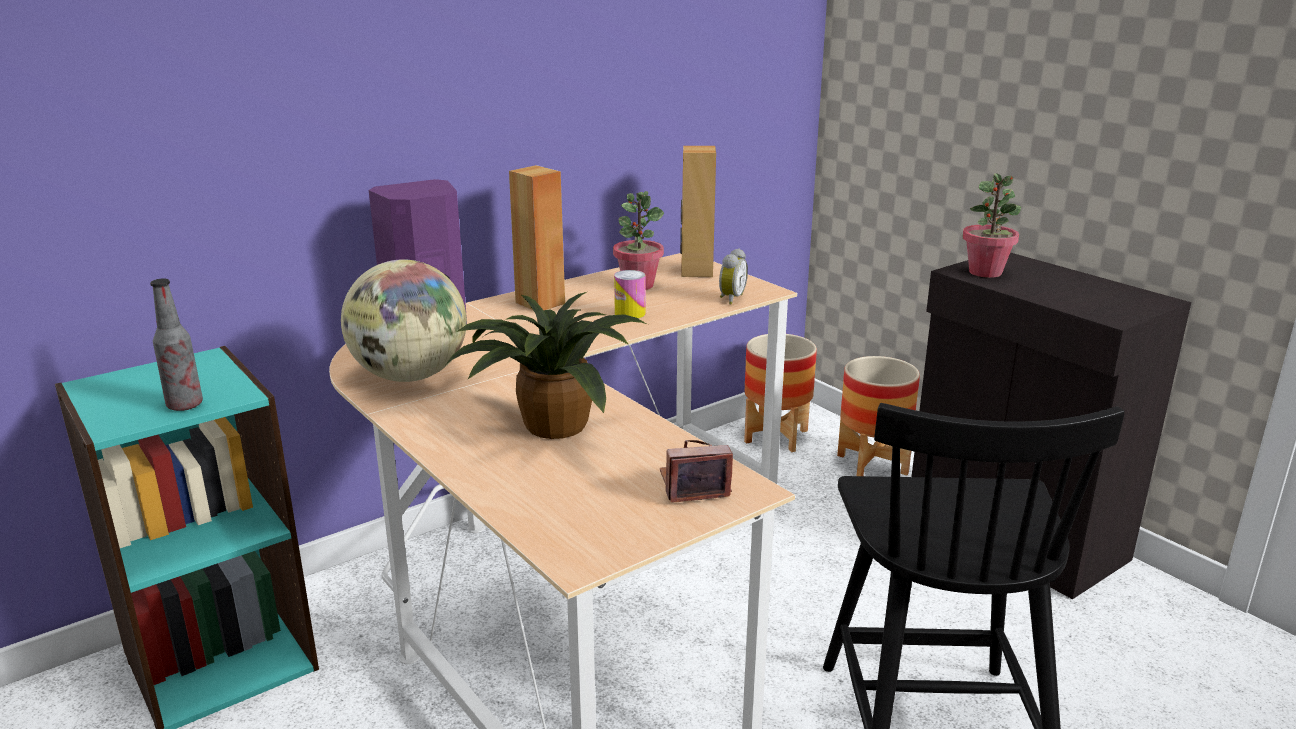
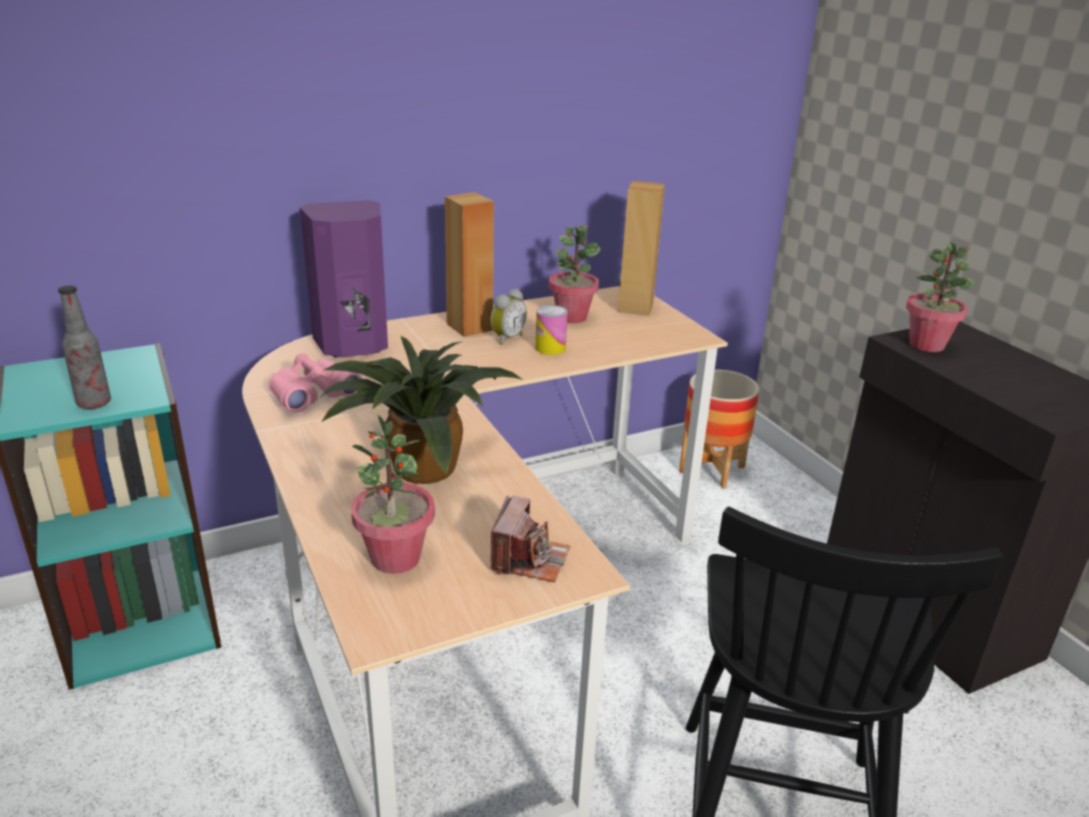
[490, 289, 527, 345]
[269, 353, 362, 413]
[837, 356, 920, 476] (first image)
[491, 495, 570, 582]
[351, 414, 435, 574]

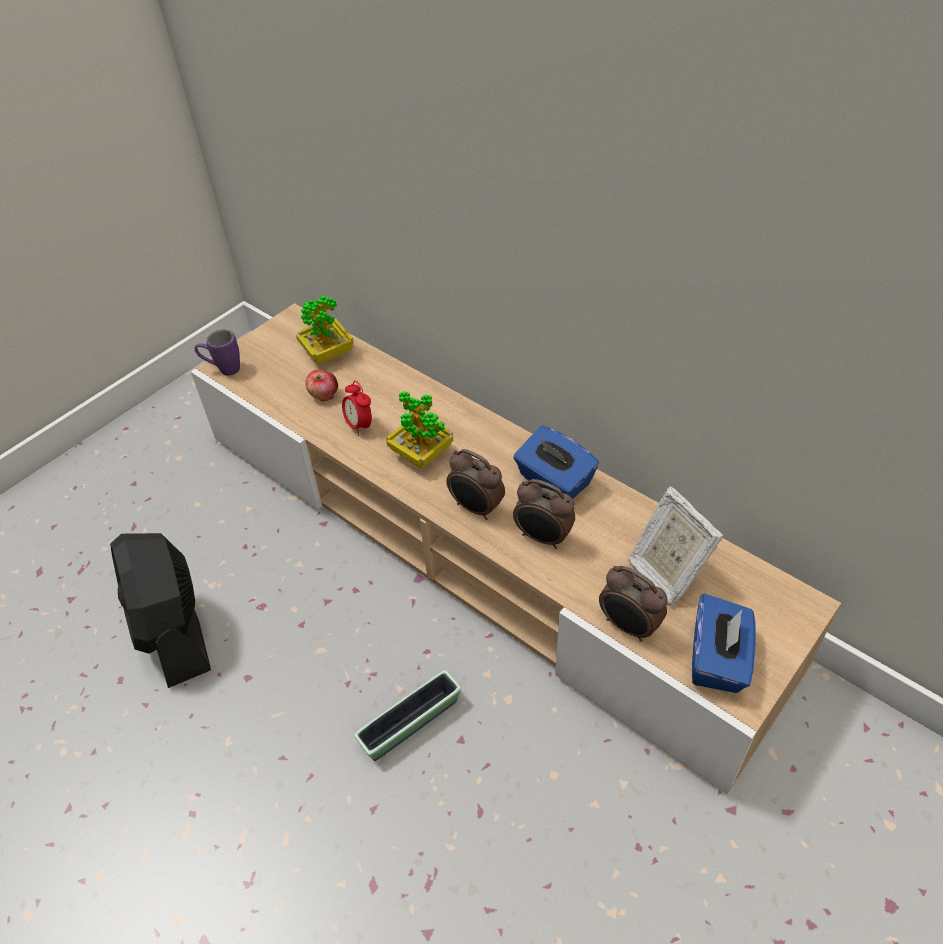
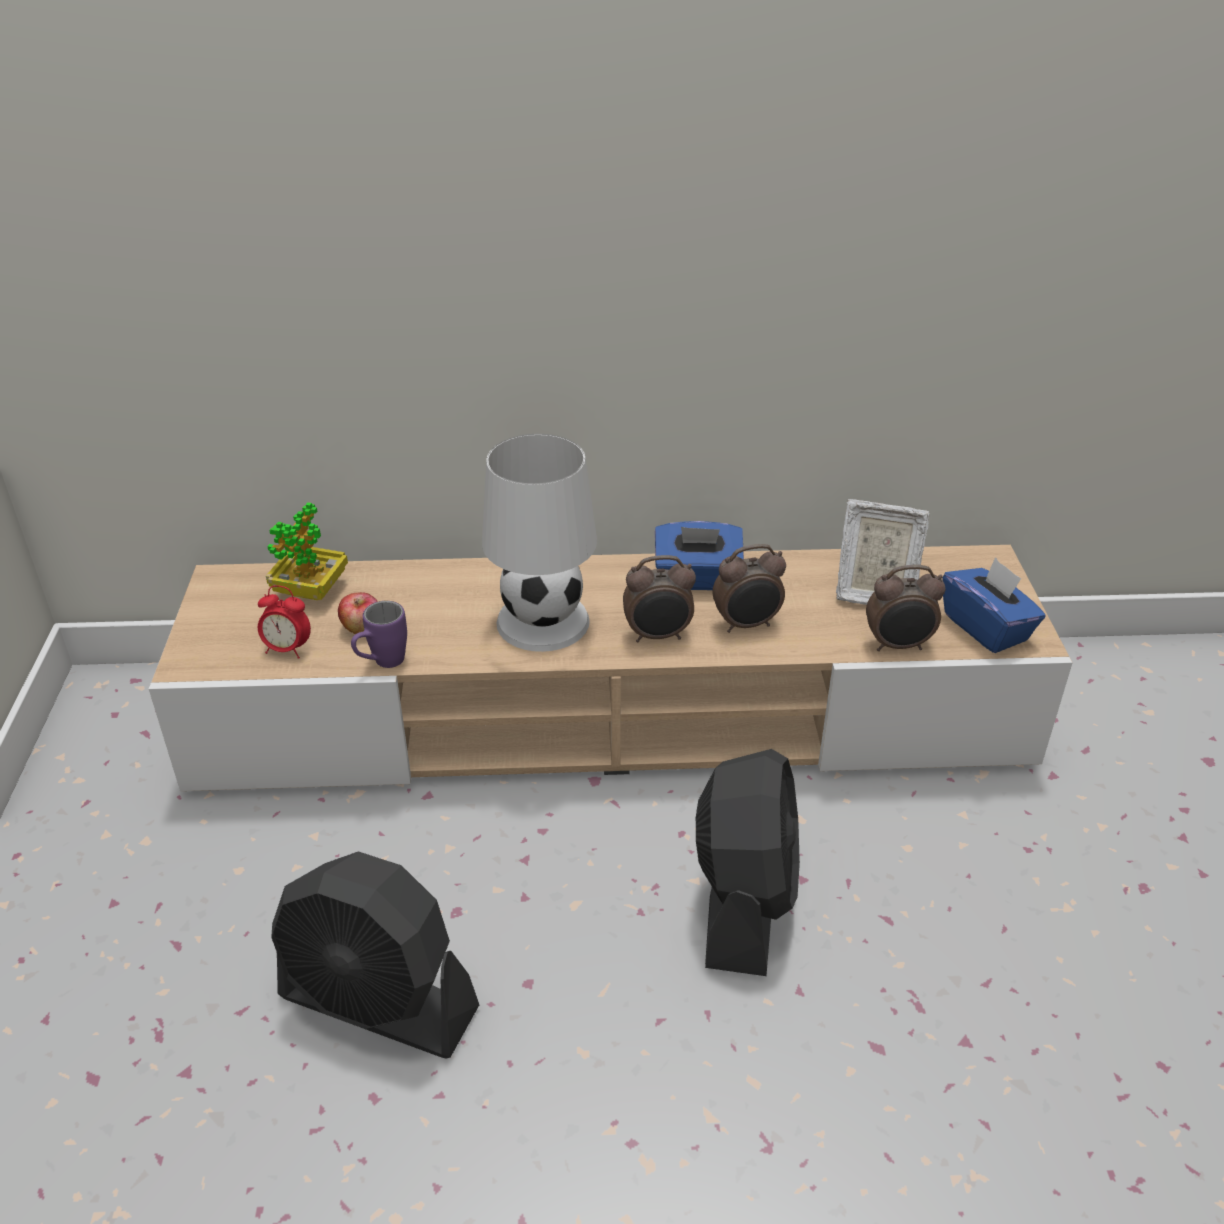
[351, 601, 407, 668]
[258, 585, 311, 659]
[482, 434, 597, 652]
[696, 749, 800, 976]

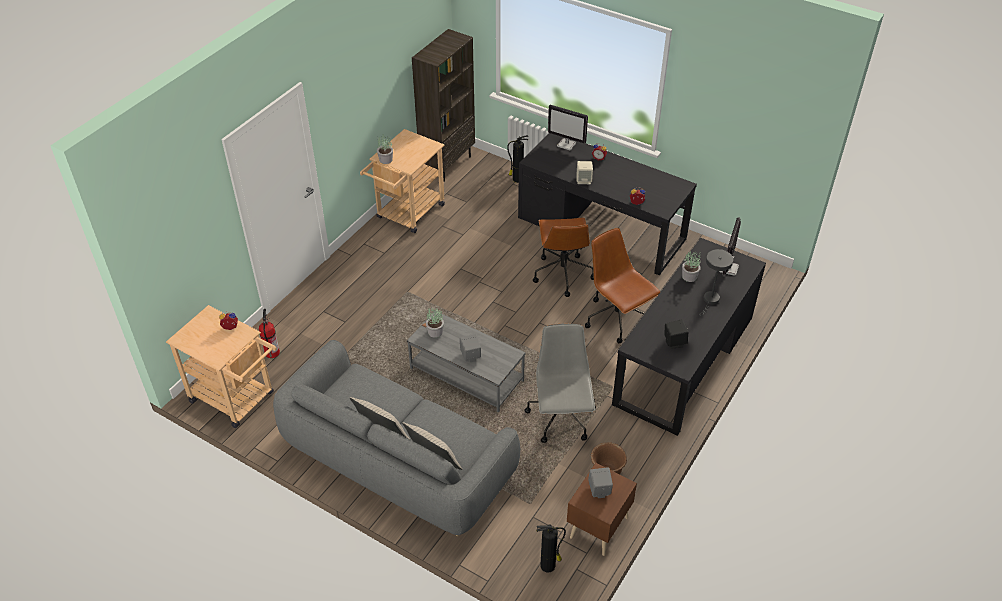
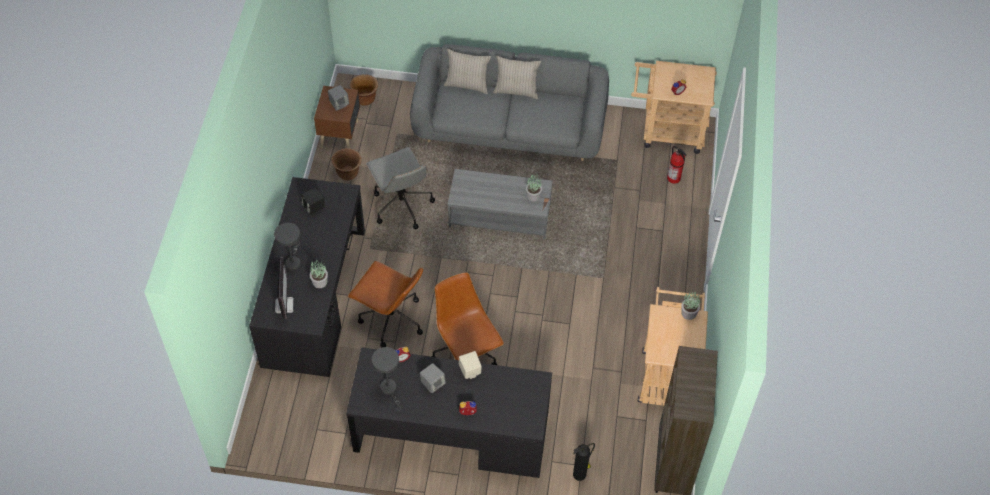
[548, 105, 588, 150] (first image)
[420, 363, 446, 393]
[350, 74, 378, 106]
[372, 347, 401, 411]

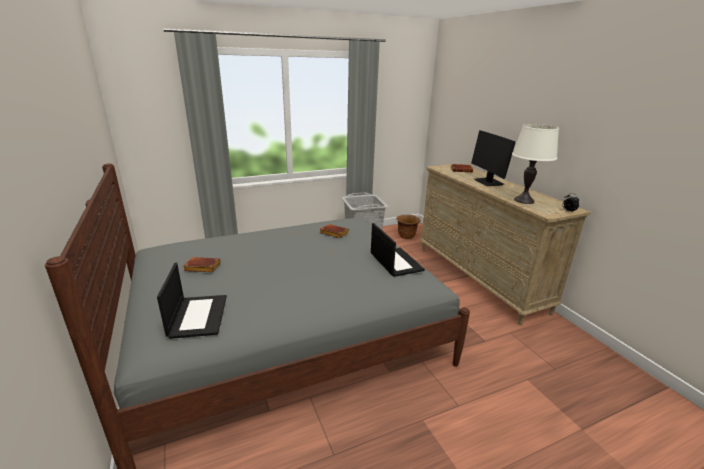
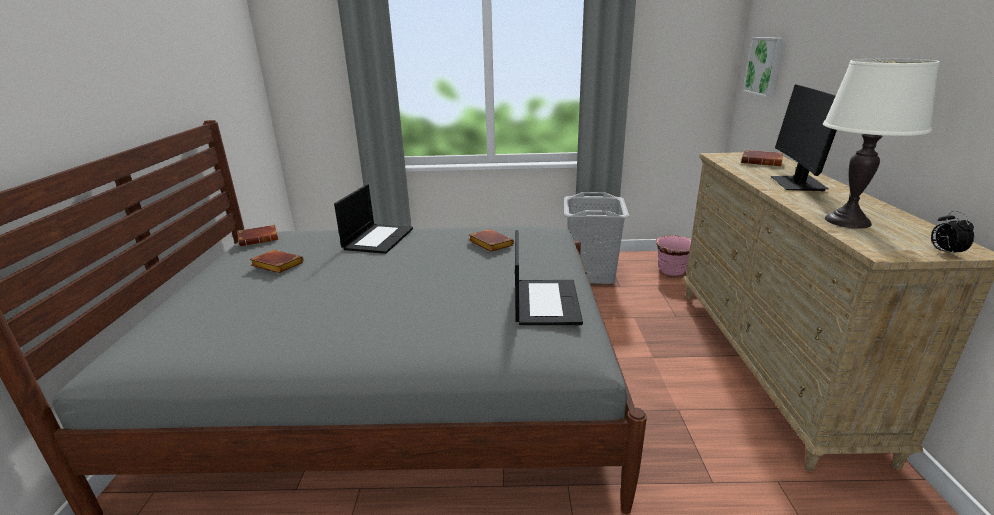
[655, 235, 691, 276]
[334, 184, 413, 254]
[742, 37, 785, 98]
[237, 225, 278, 246]

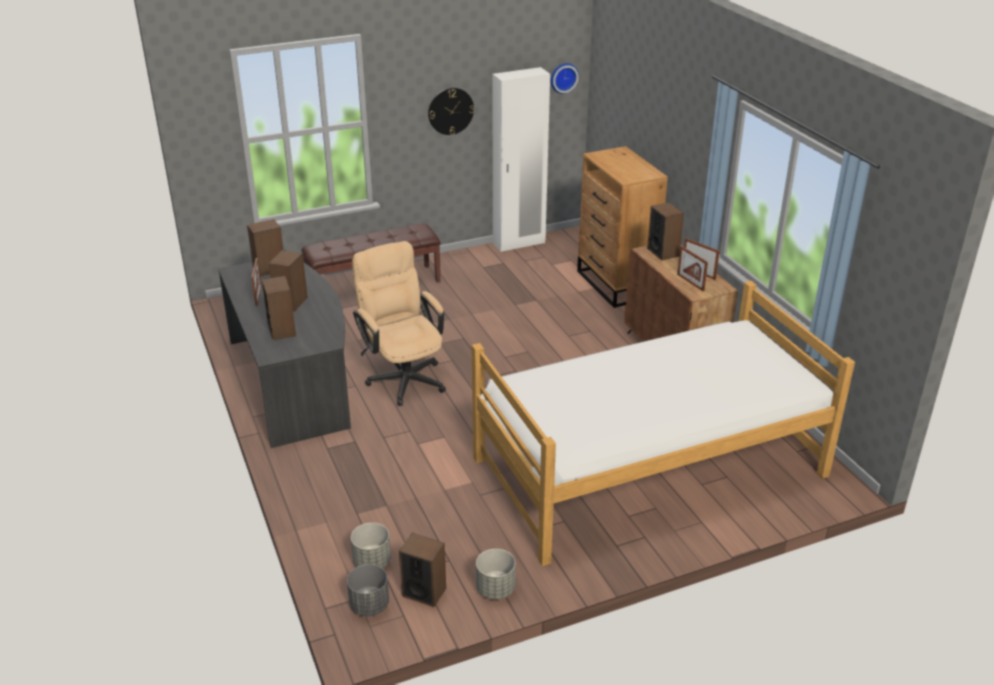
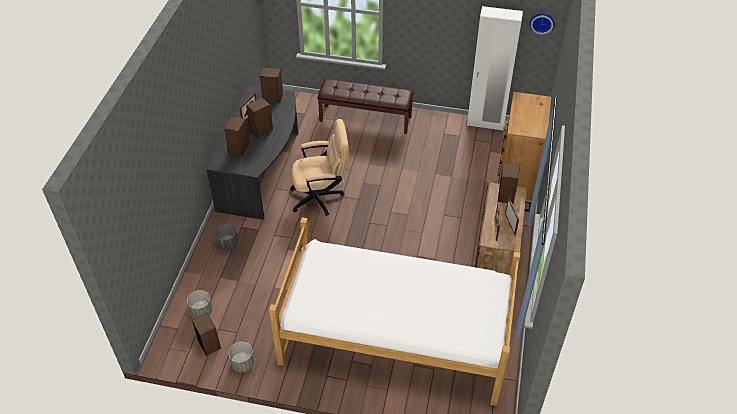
[428, 88, 474, 135] (first image)
[290, 119, 349, 216]
[215, 224, 238, 251]

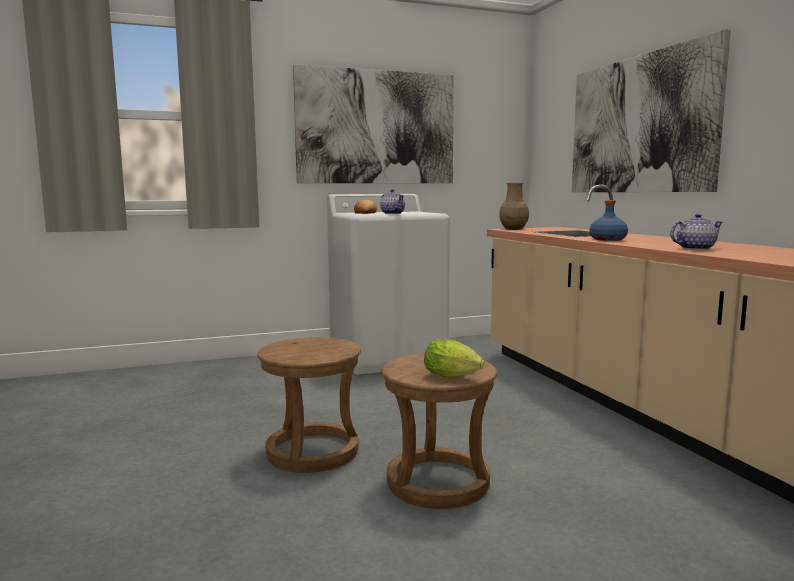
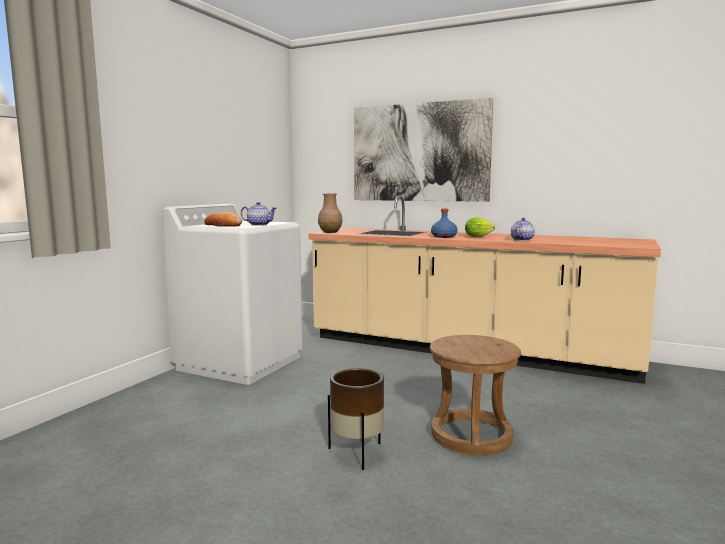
[293, 64, 454, 183] (first image)
[328, 368, 384, 470]
[465, 218, 495, 237]

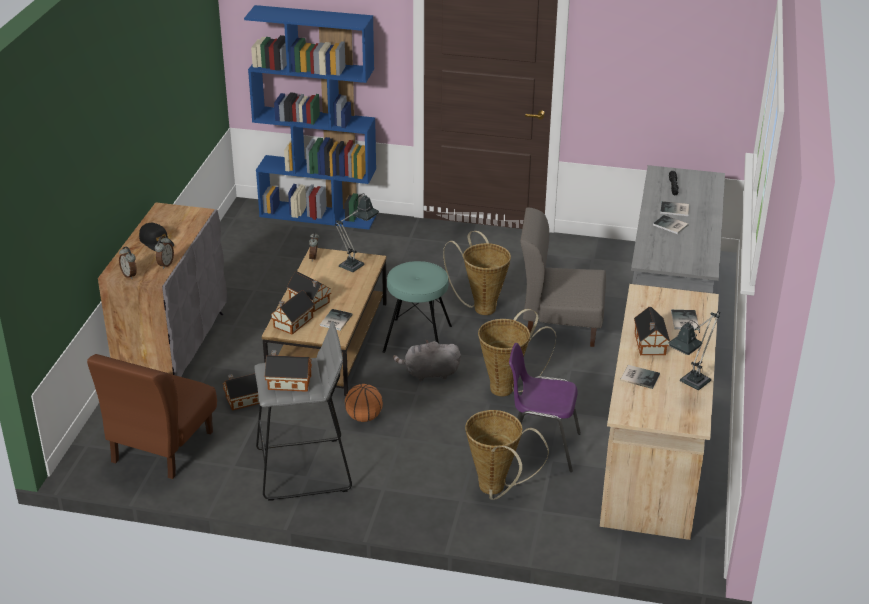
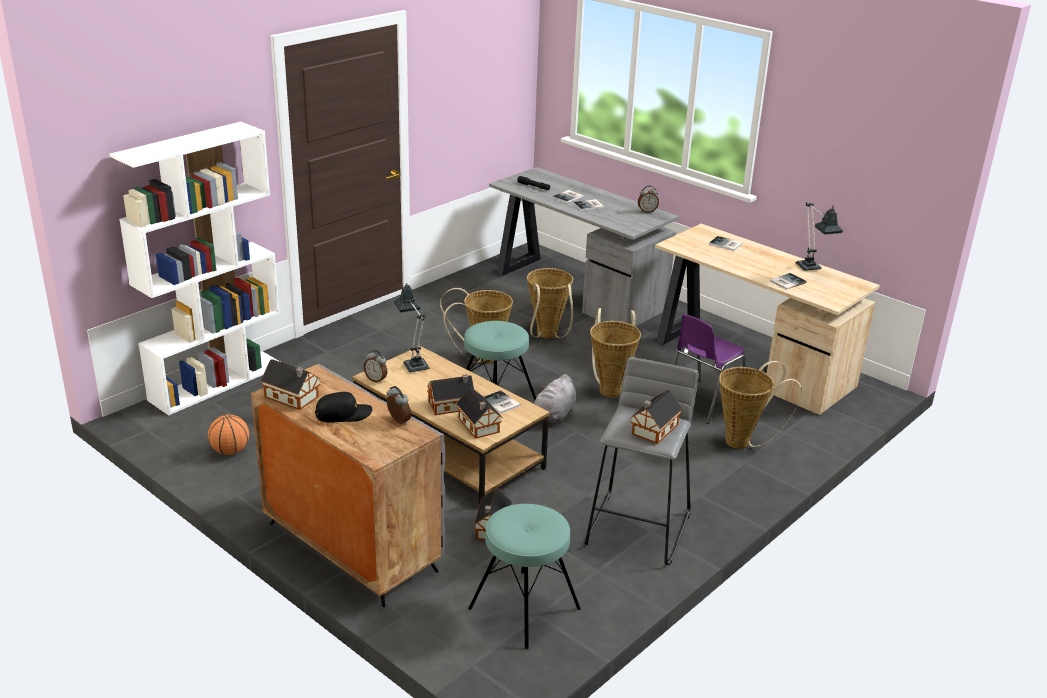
[109, 122, 280, 415]
[527, 268, 573, 338]
[638, 185, 659, 213]
[261, 359, 321, 410]
[468, 504, 581, 649]
[208, 414, 249, 455]

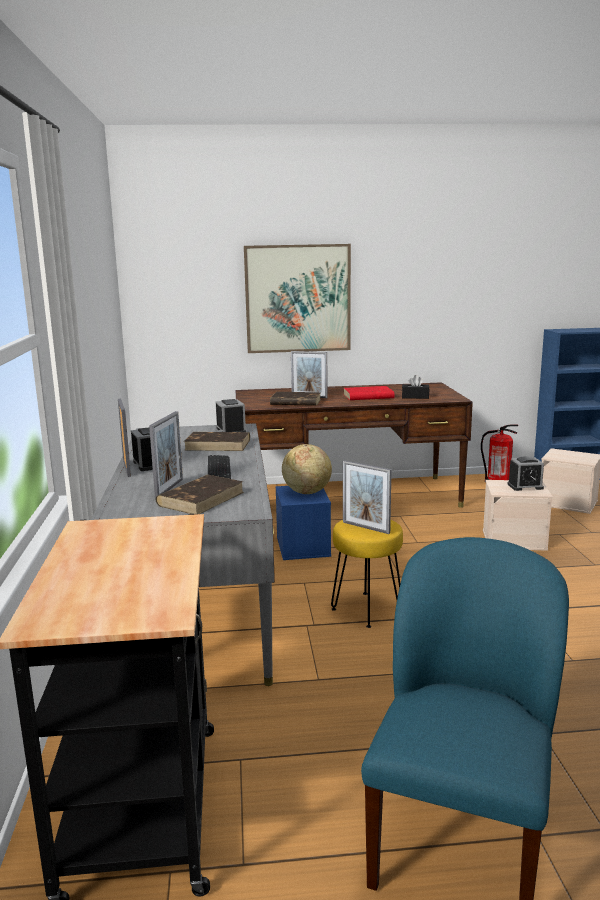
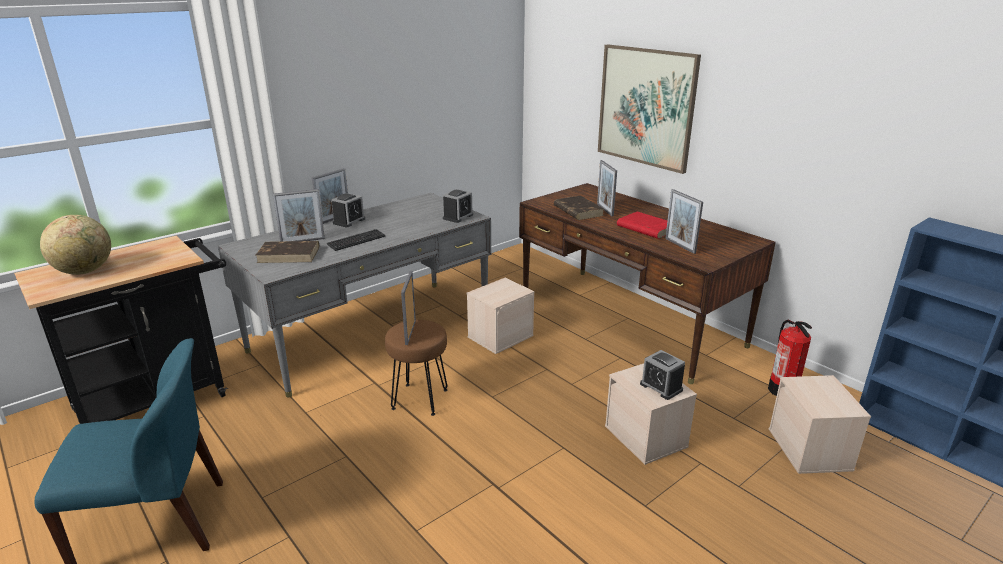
[665, 189, 703, 254]
[184, 432, 250, 451] (first image)
[40, 215, 111, 275]
[466, 278, 535, 354]
[385, 320, 447, 416]

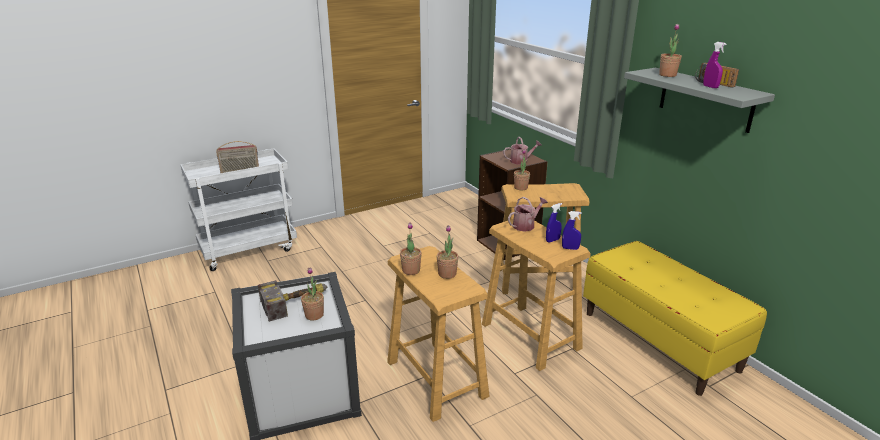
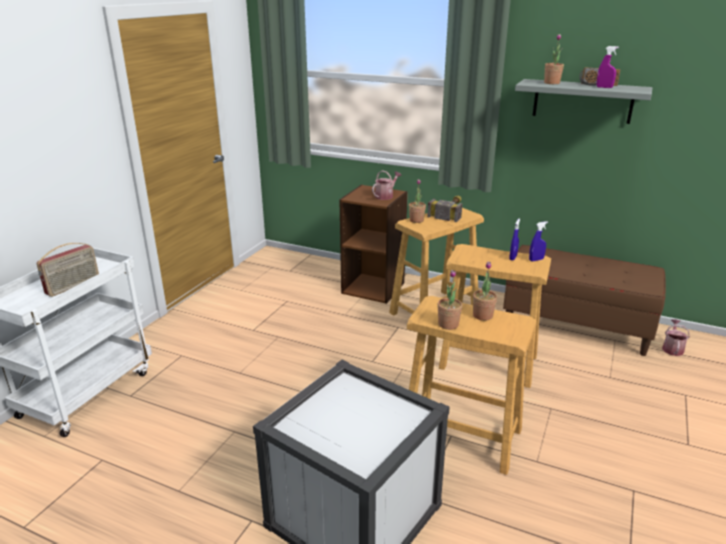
[662, 319, 690, 356]
[503, 245, 666, 356]
[301, 267, 324, 321] (first image)
[427, 196, 463, 222]

